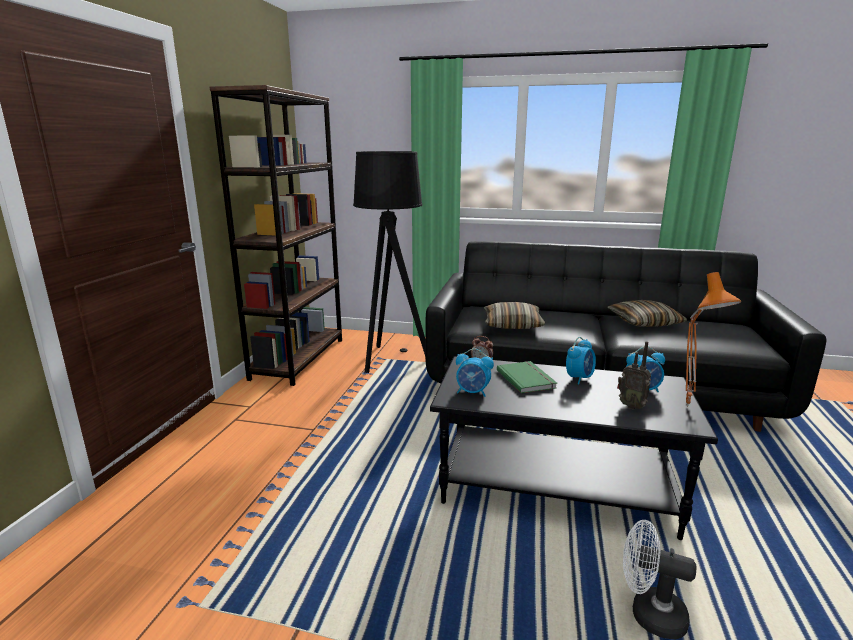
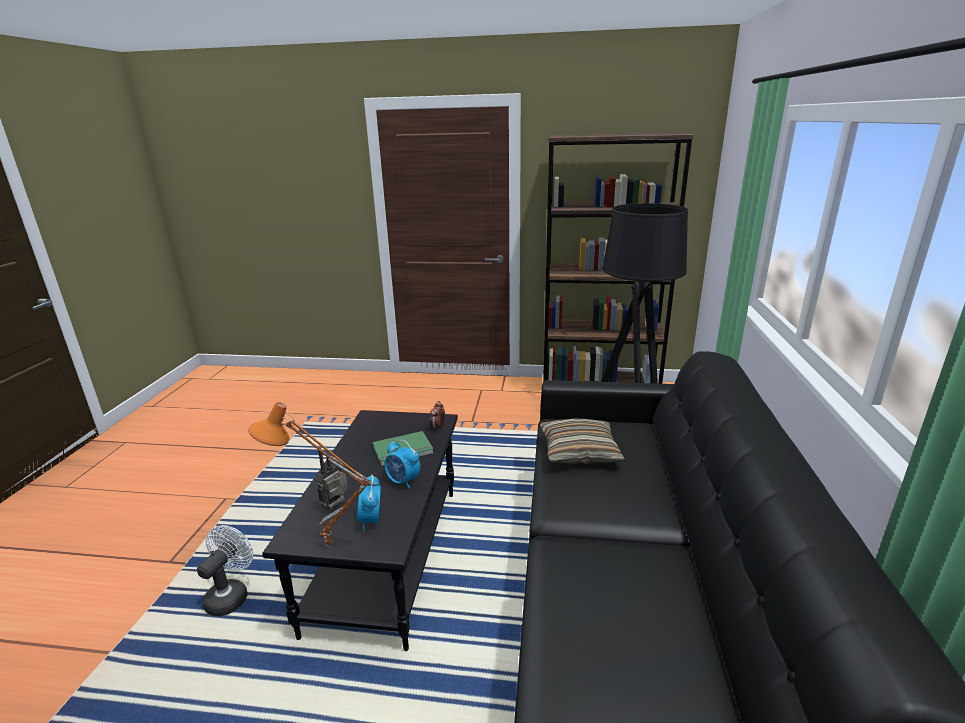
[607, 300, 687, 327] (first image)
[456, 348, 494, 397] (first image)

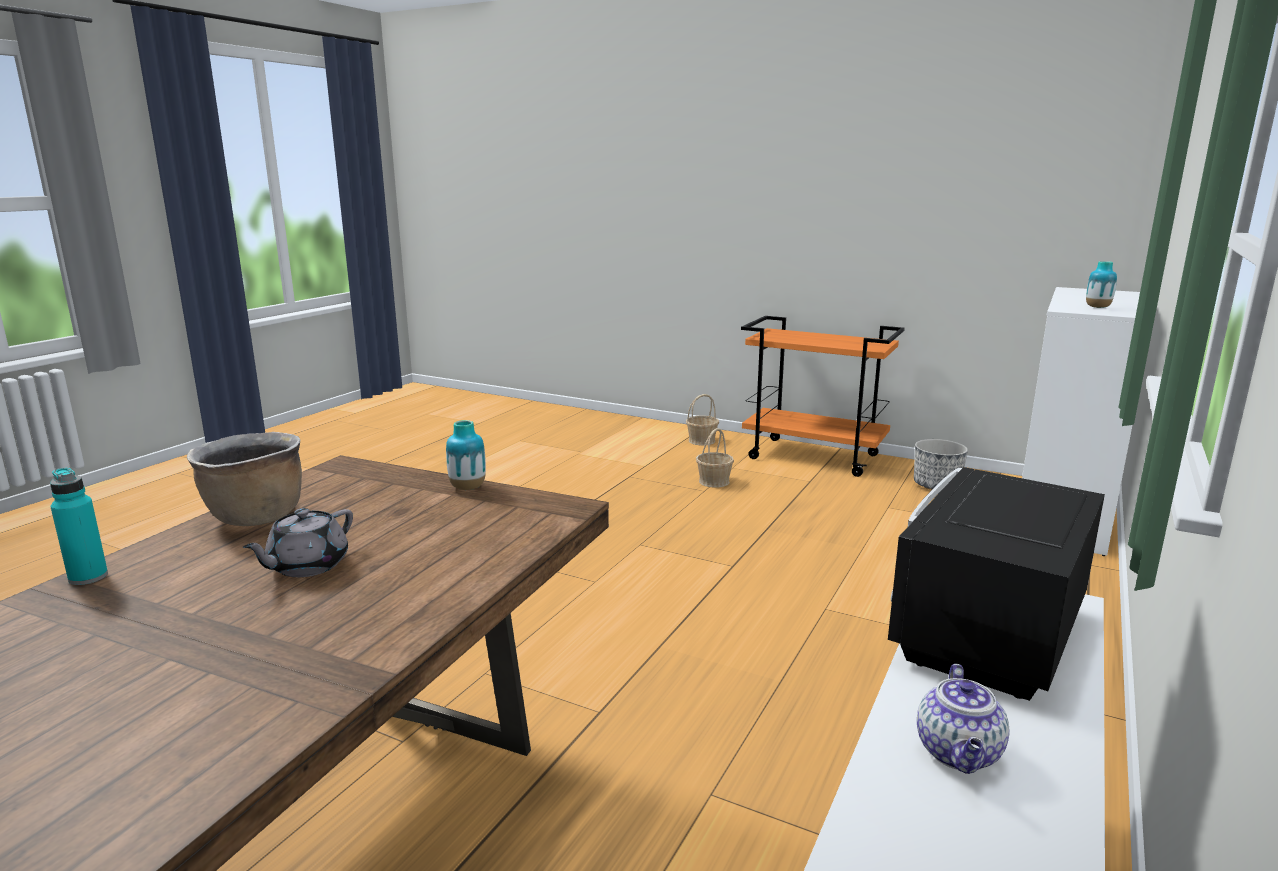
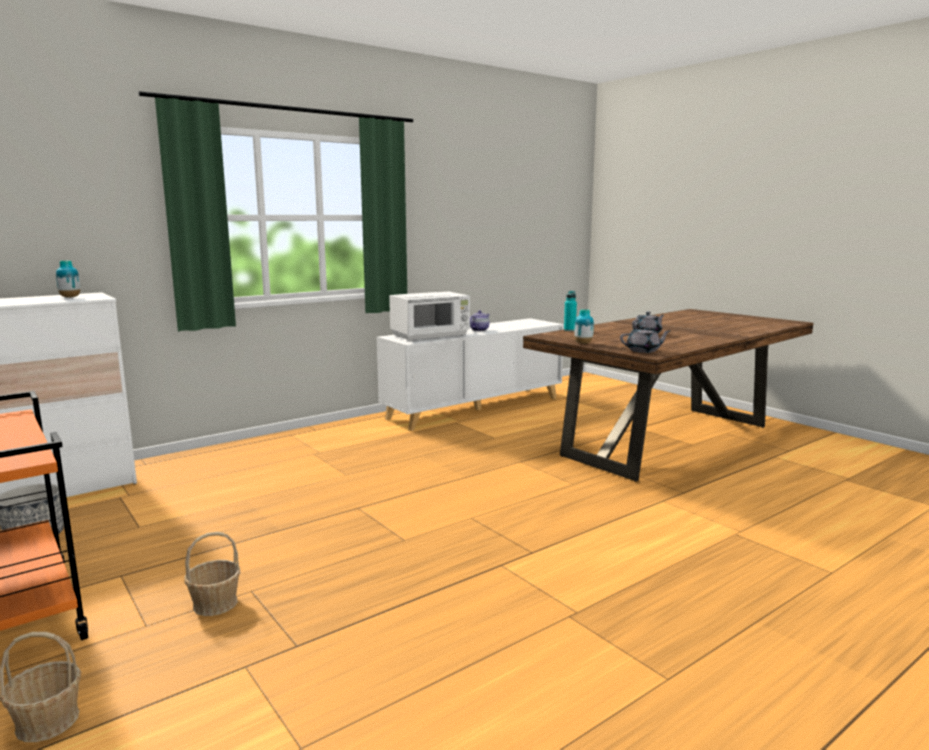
[187, 432, 302, 526] (first image)
[389, 292, 470, 341]
[564, 291, 577, 331]
[620, 326, 670, 353]

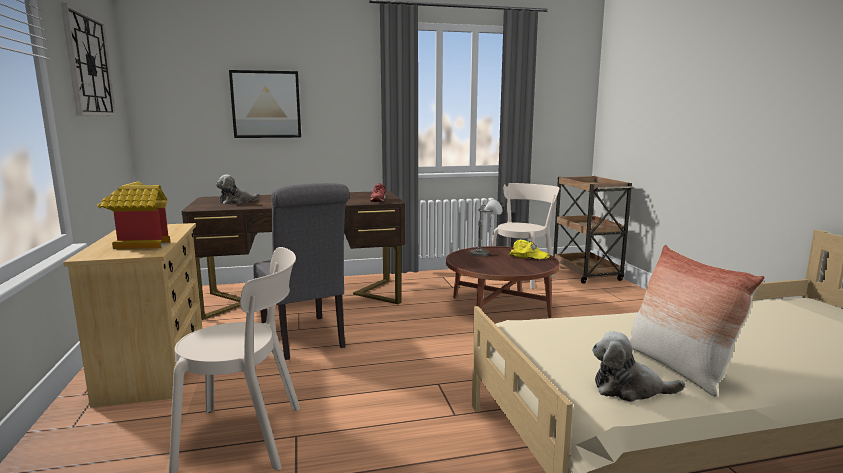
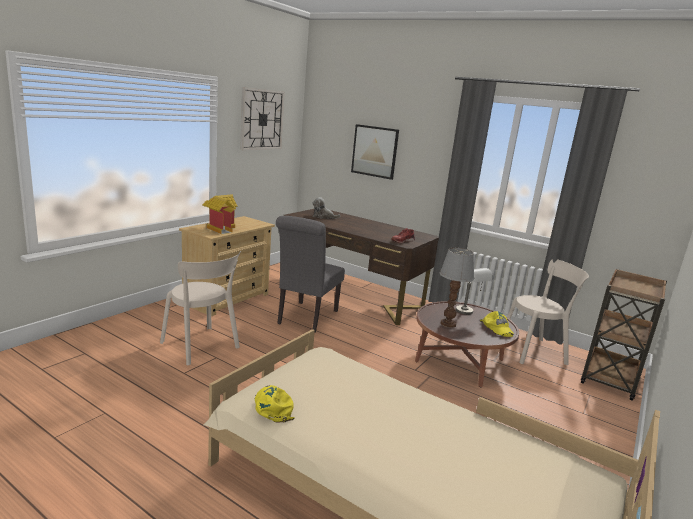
[628, 245, 765, 397] (first image)
[255, 385, 295, 423]
[440, 248, 474, 328]

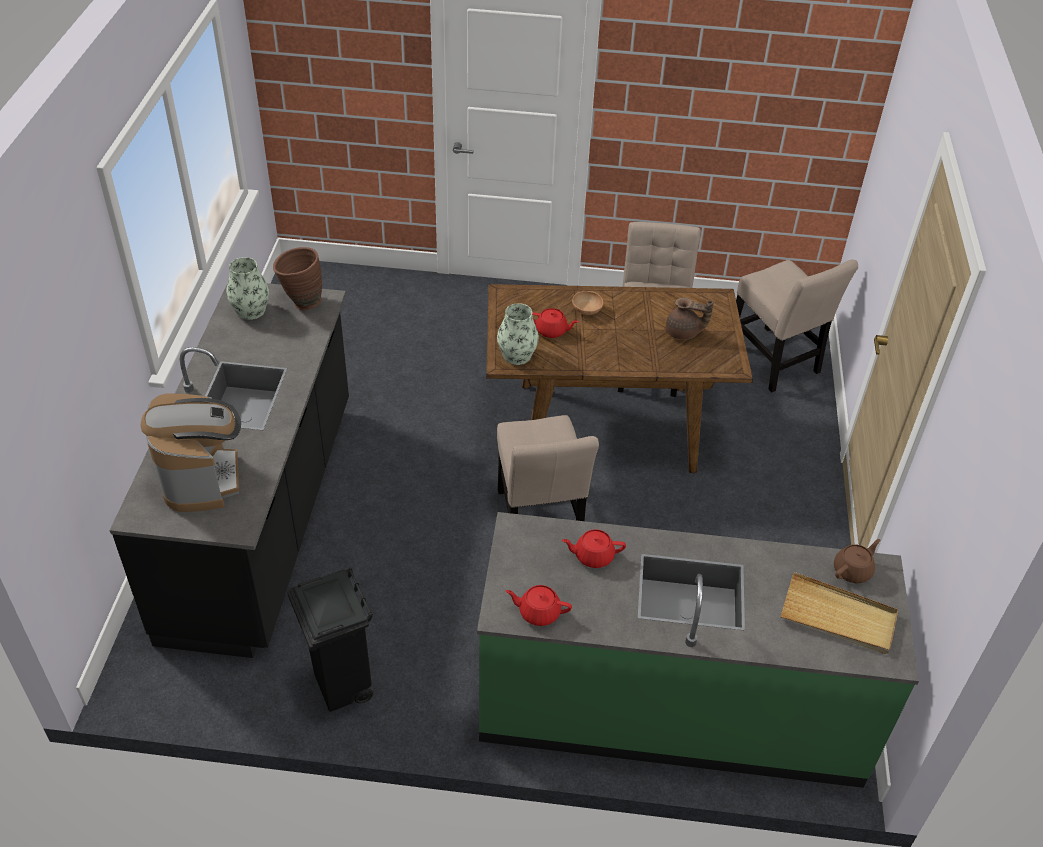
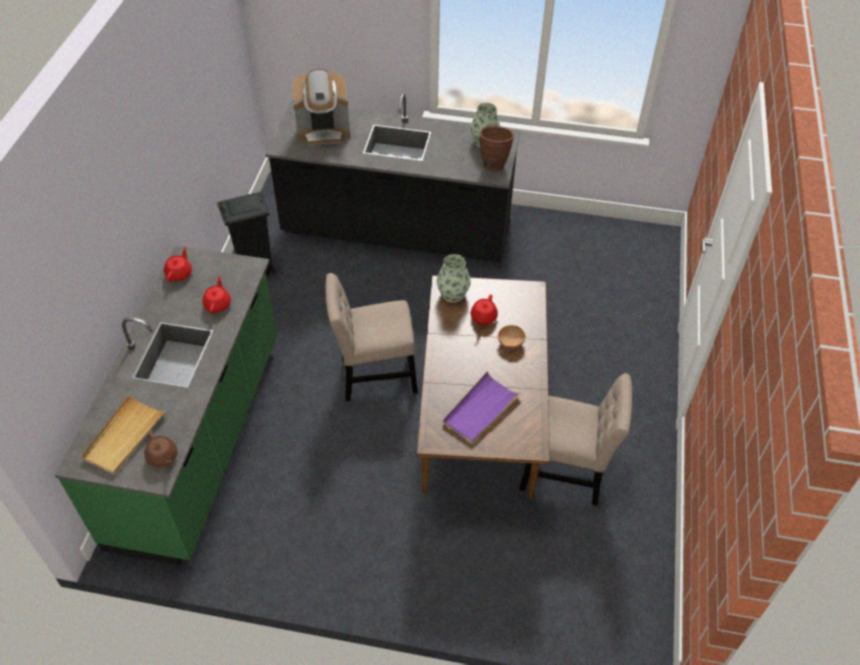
[736, 260, 858, 392] (first image)
[443, 371, 521, 443]

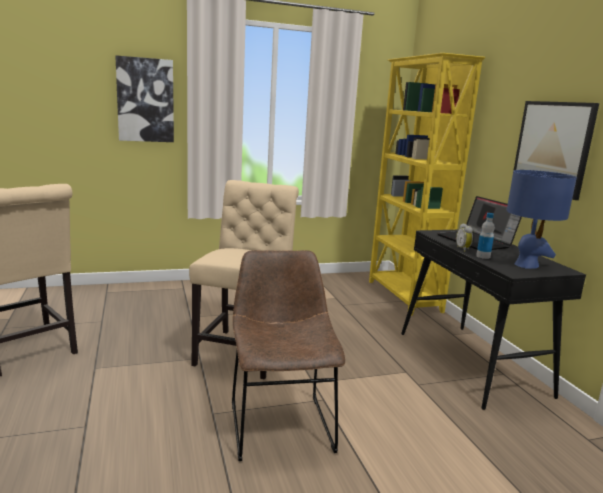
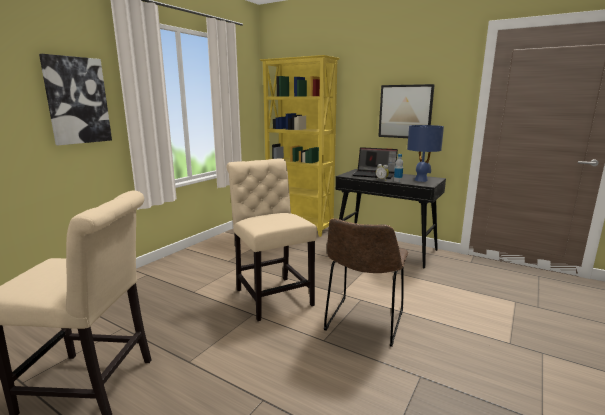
[324, 218, 408, 347]

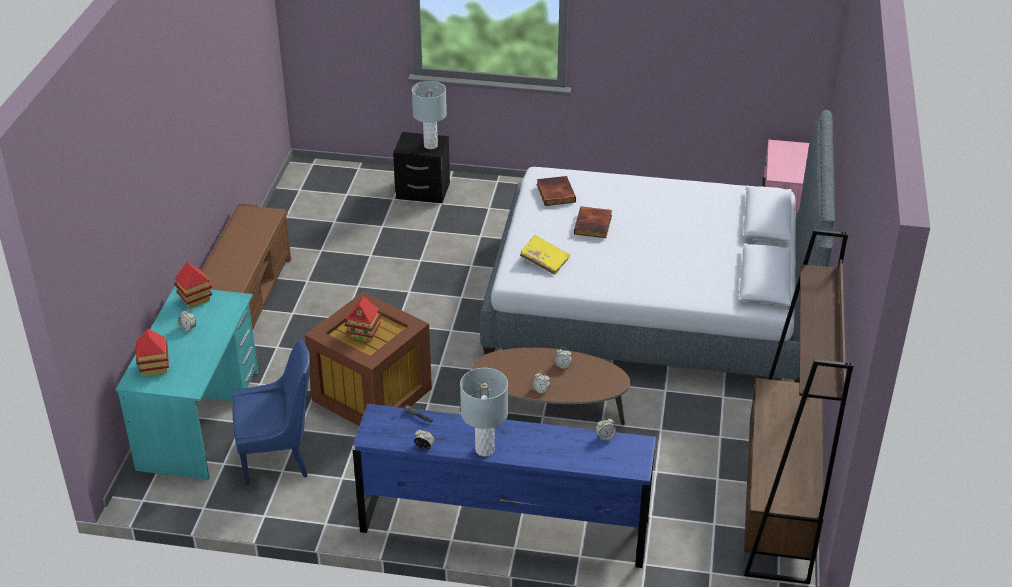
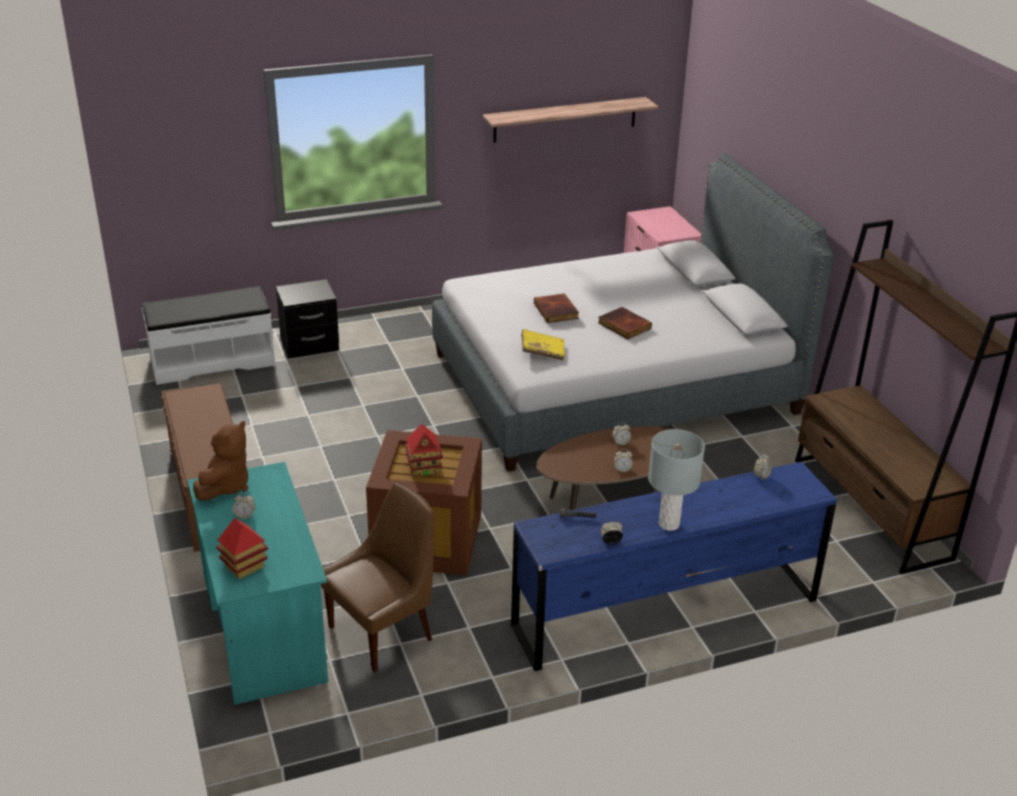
[412, 81, 447, 149] (first image)
[598, 307, 652, 339]
[193, 421, 248, 501]
[321, 483, 434, 672]
[483, 97, 658, 143]
[142, 286, 275, 385]

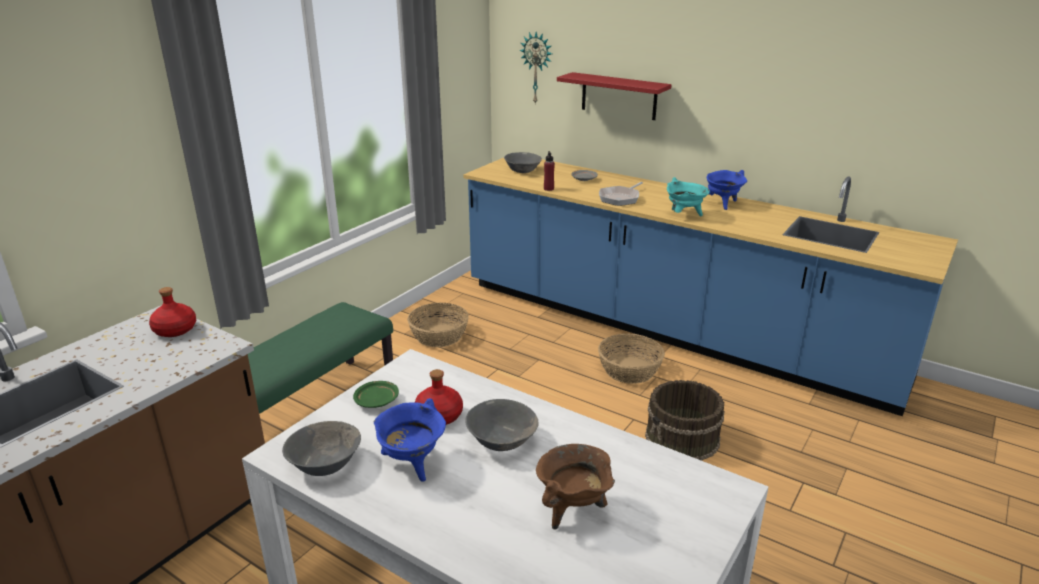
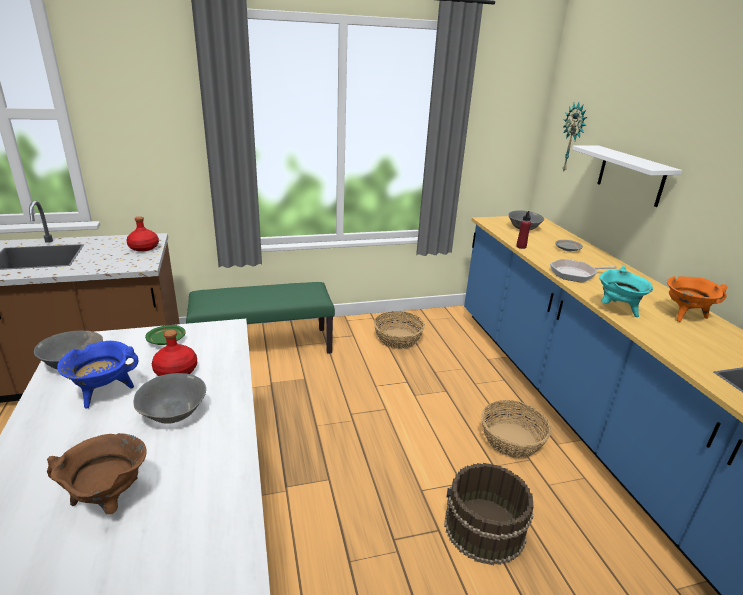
[572, 145, 682, 207]
[667, 276, 727, 322]

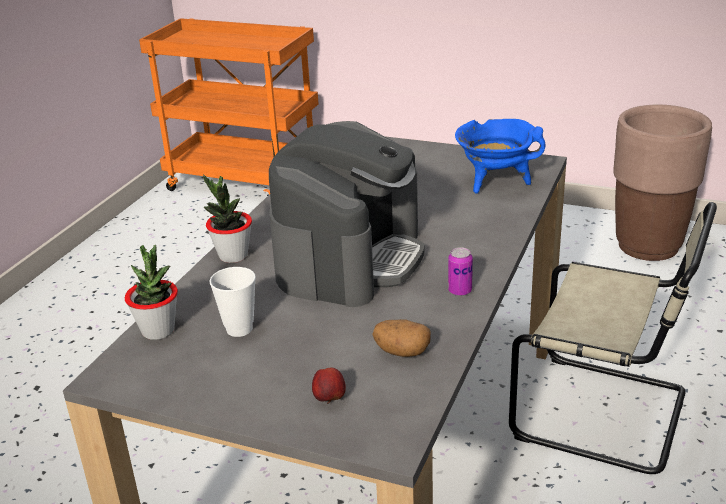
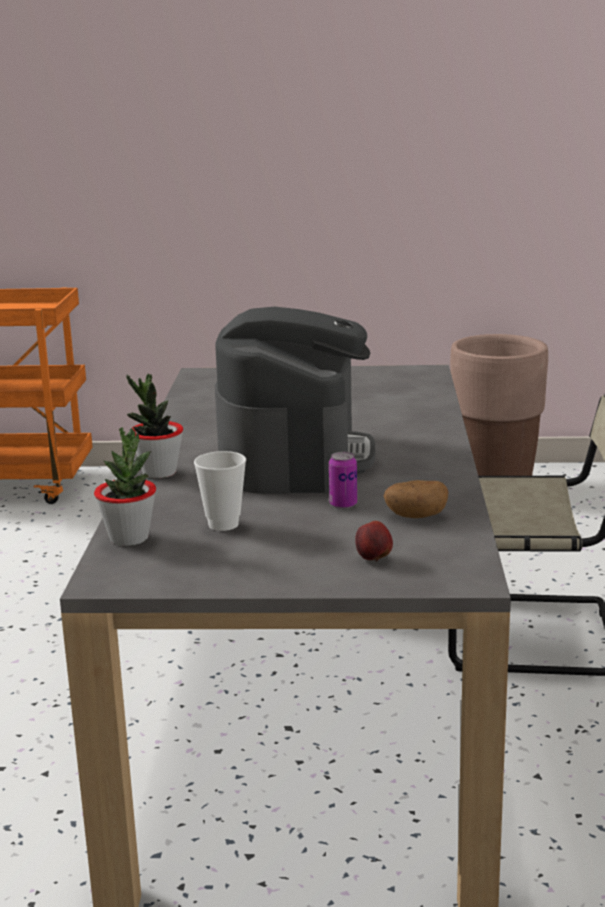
[455, 119, 545, 194] (first image)
[329, 452, 357, 509]

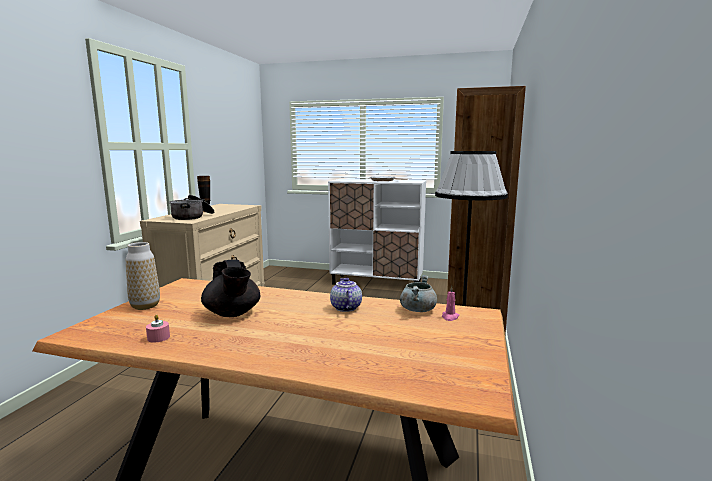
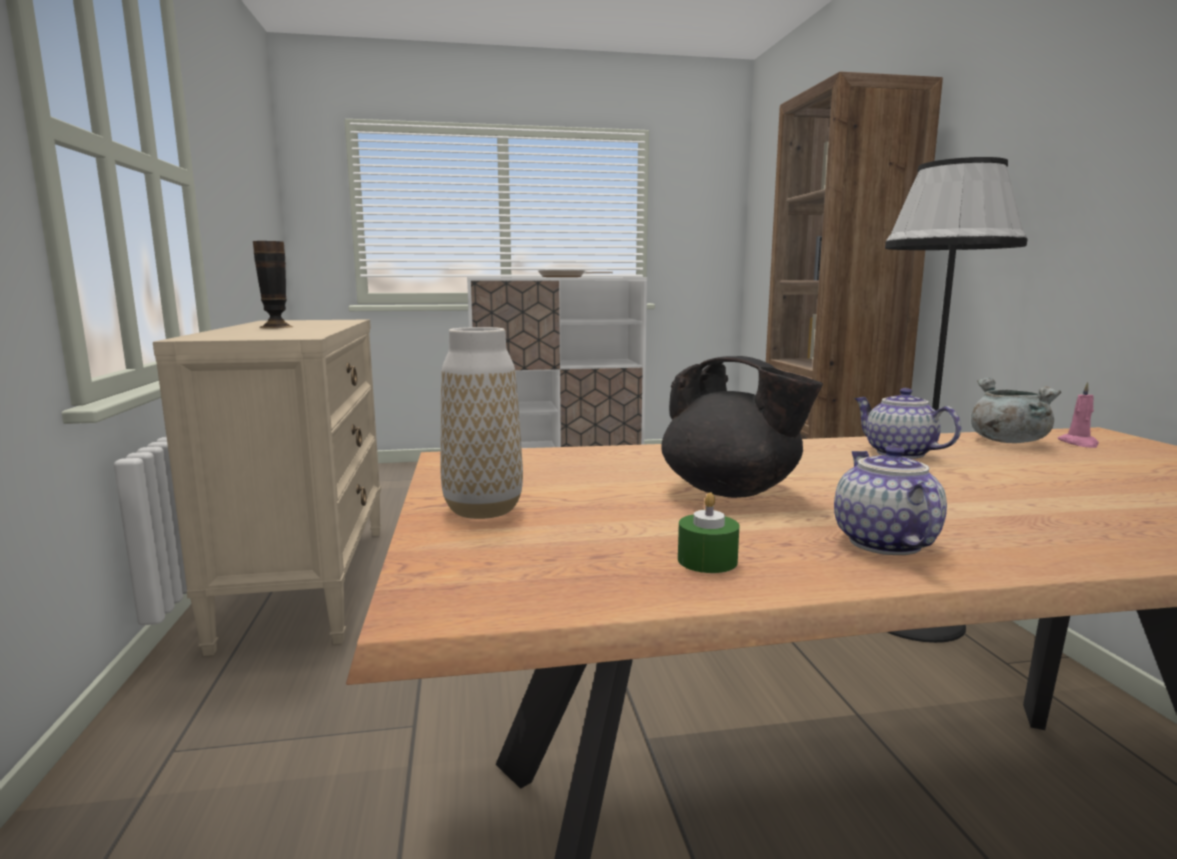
[169, 195, 214, 220] (first image)
[678, 492, 740, 573]
[834, 445, 947, 555]

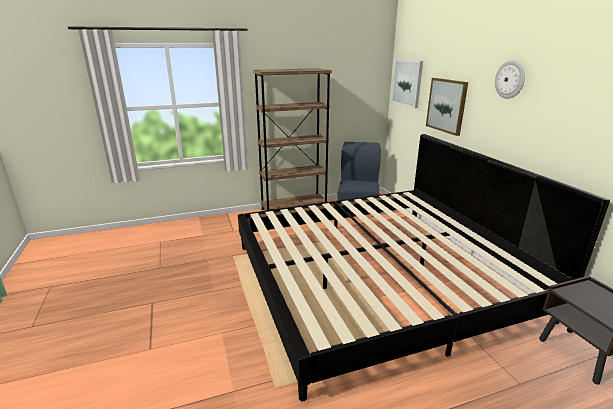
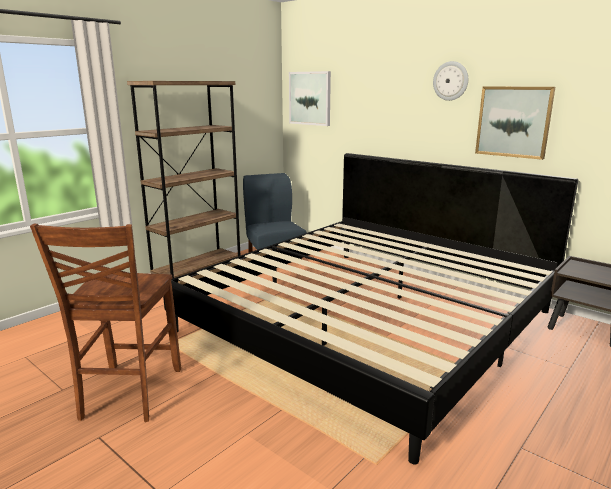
[475, 86, 555, 160]
[30, 224, 181, 422]

